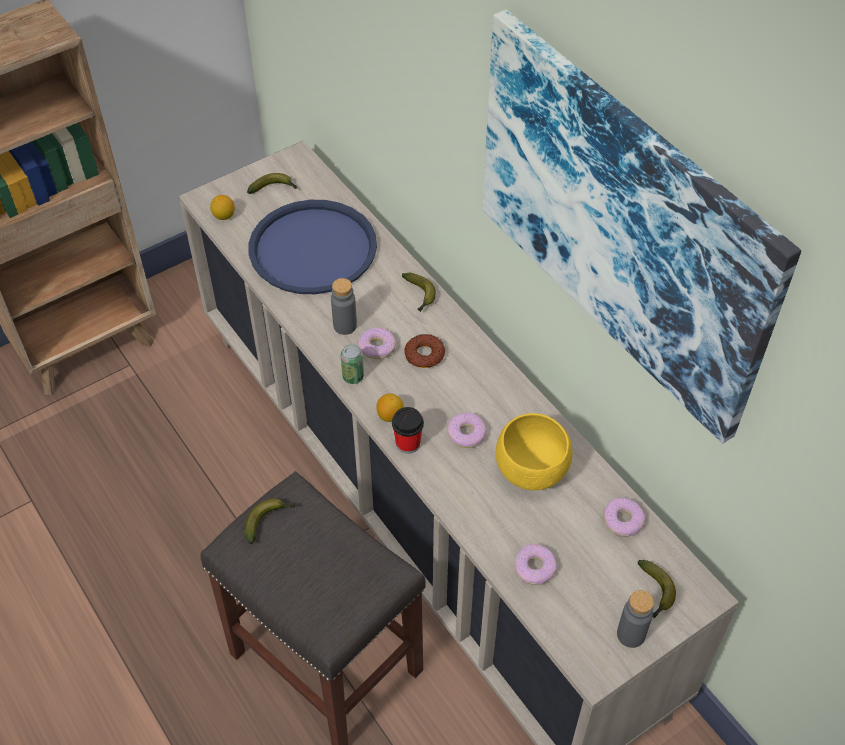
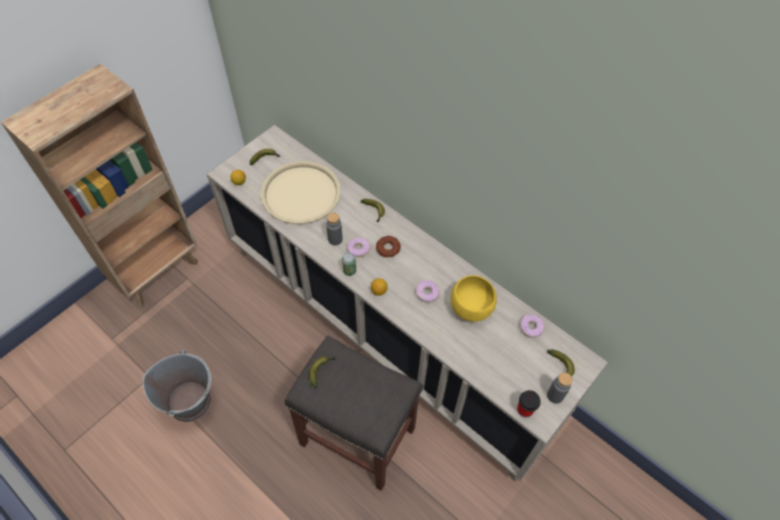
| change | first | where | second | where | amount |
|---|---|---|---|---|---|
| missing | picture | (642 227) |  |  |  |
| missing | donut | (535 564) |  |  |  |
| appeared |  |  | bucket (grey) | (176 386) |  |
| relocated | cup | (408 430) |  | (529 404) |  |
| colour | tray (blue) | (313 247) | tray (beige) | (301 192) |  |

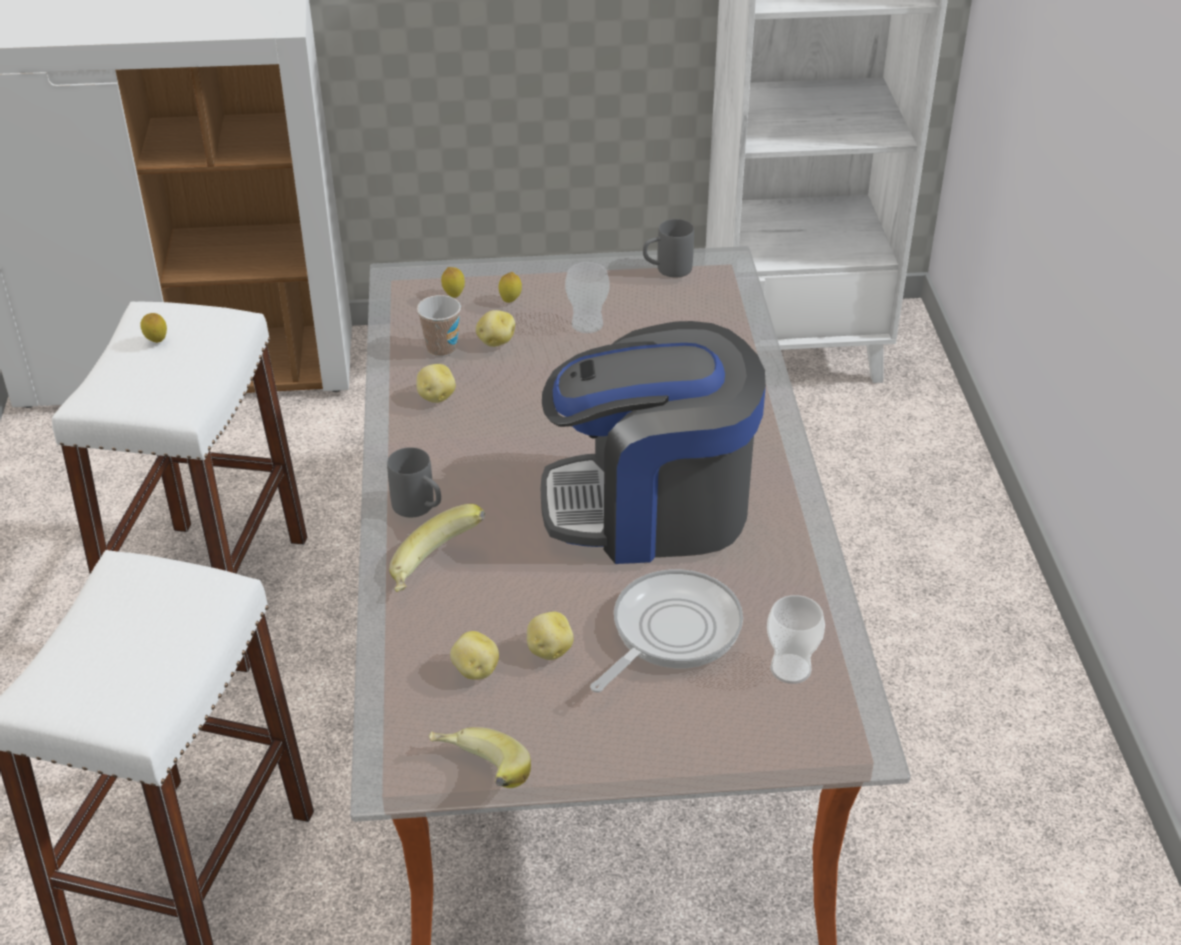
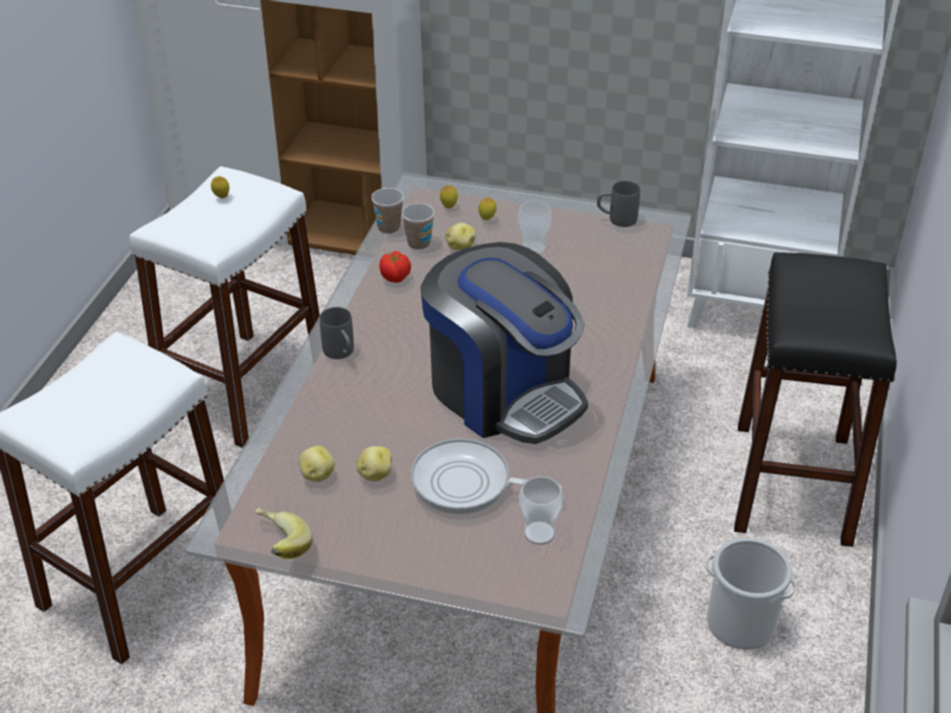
| change | first | where | second | where | amount |
|---|---|---|---|---|---|
| missing | banana | (437 548) |  |  |  |
| appeared |  |  | cup | (387 211) |  |
| appeared |  |  | bucket | (751 593) |  |
| appeared |  |  | stool (black) | (815 399) |  |
| exchanged | potato | (436 383) | tomato | (395 267) |  |
| spun | coffee machine | (653 442) |  | (504 343) | 150 degrees counterclockwise |
| spun | frying pan | (666 631) |  | (486 476) | 135 degrees counterclockwise |

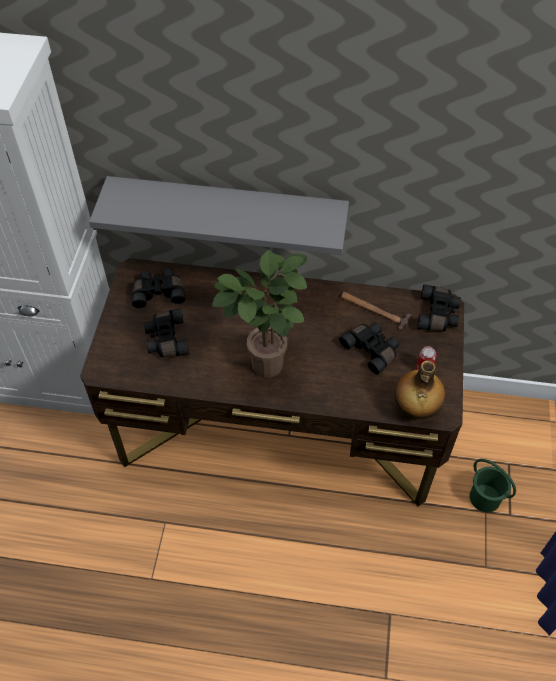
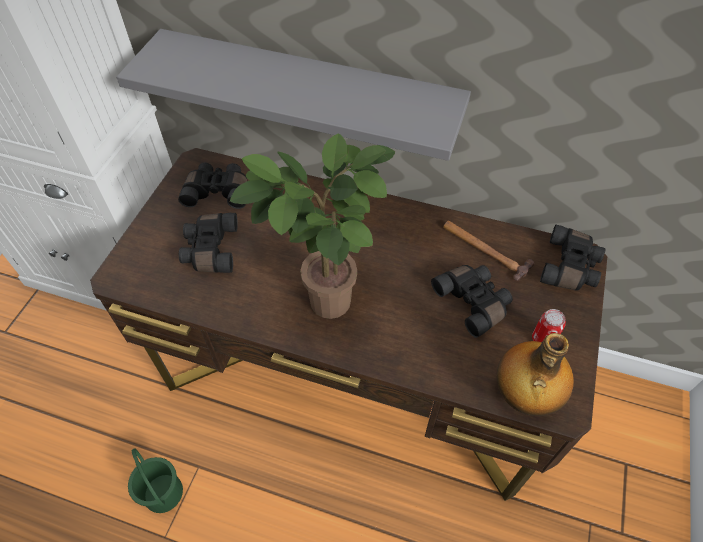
| change | first | where | second | where | amount |
|---|---|---|---|---|---|
| relocated | bucket (green) | (493 485) |  | (155 480) |  |

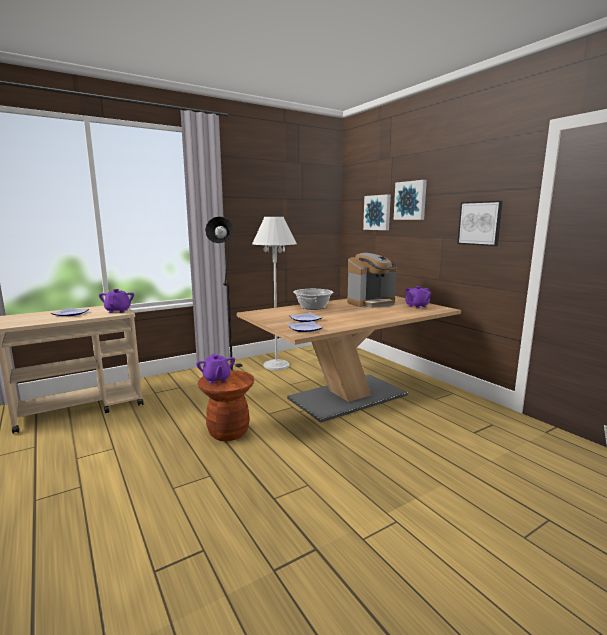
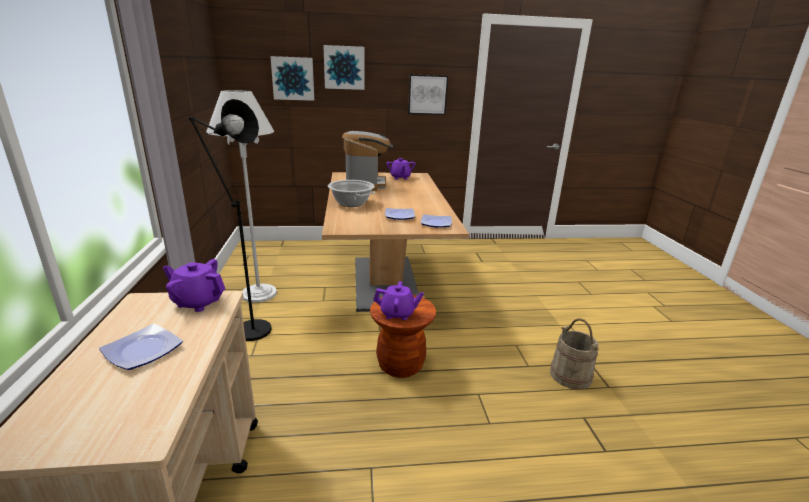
| change | first | where | second | where | amount |
|---|---|---|---|---|---|
| appeared |  |  | bucket (beige) | (574 354) |  |

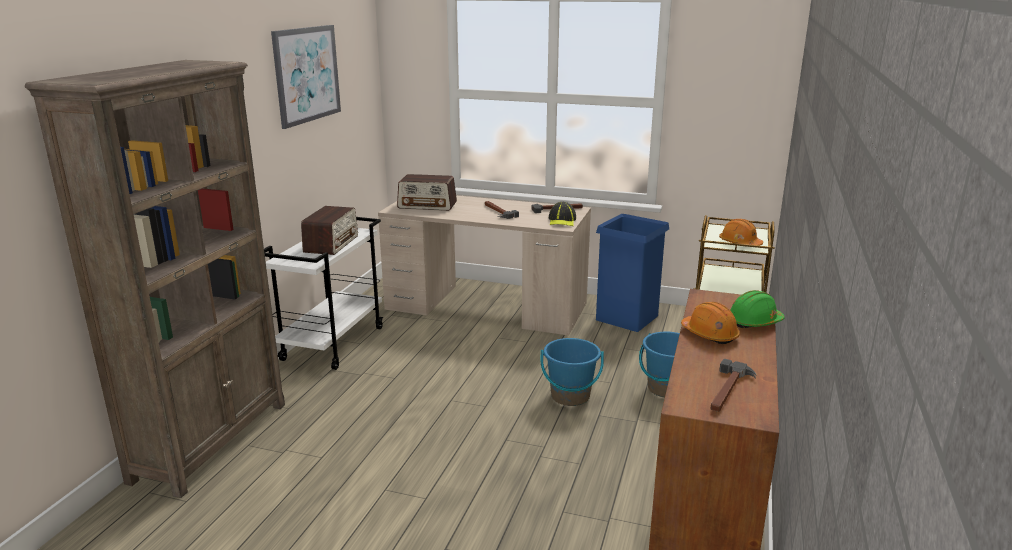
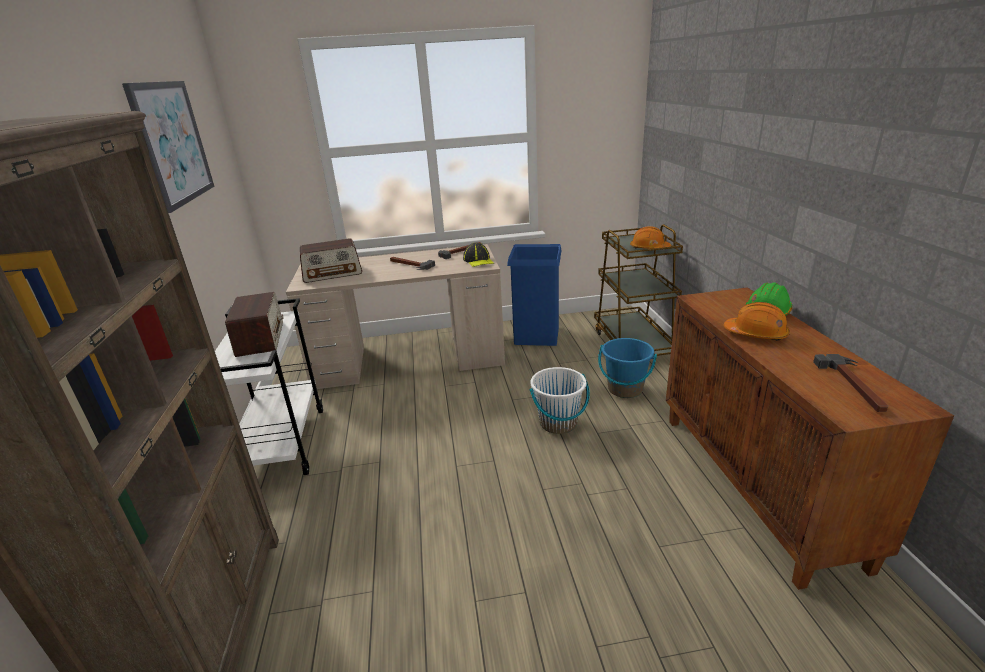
| change | first | where | second | where | amount |
|---|---|---|---|---|---|
| colour | bucket (blue) | (572 372) | bucket (white) | (560 400) |  |

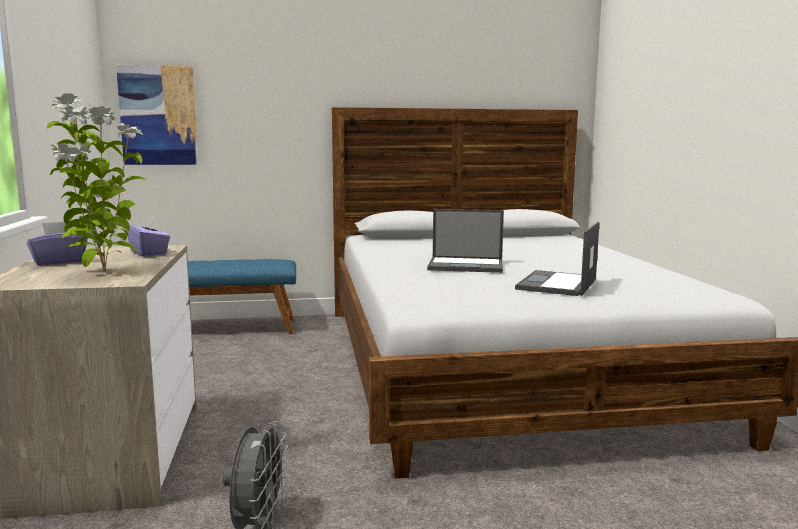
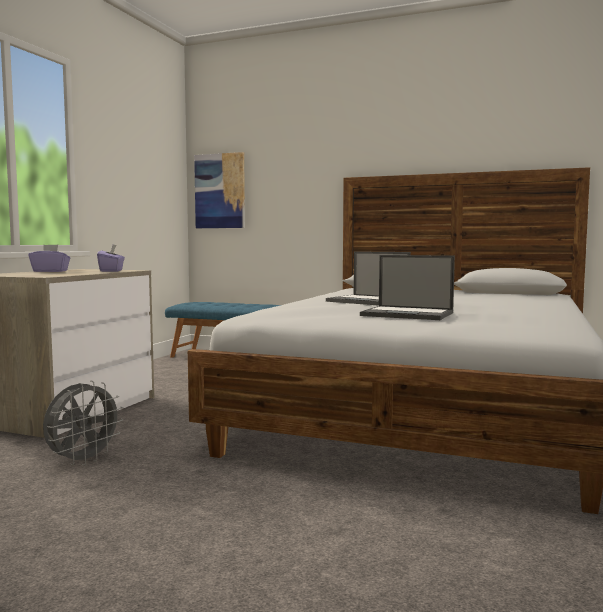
| change | first | where | second | where | amount |
|---|---|---|---|---|---|
| missing | potted plant | (96 182) |  |  |  |
| spun | laptop | (557 259) |  | (407 287) | 120 degrees counterclockwise |

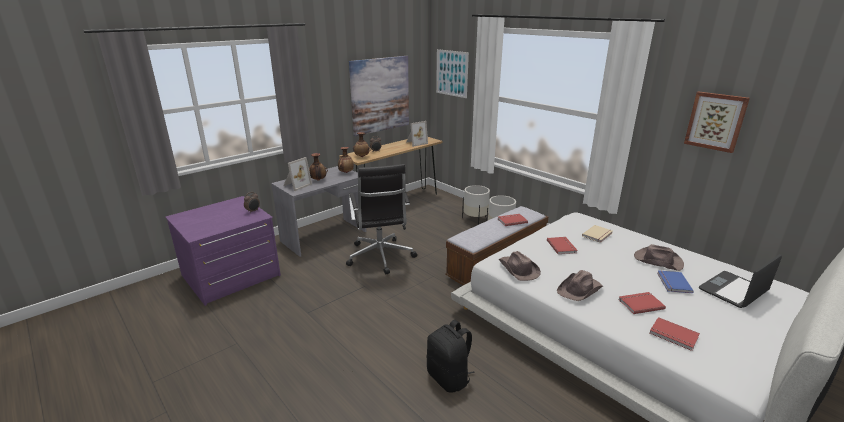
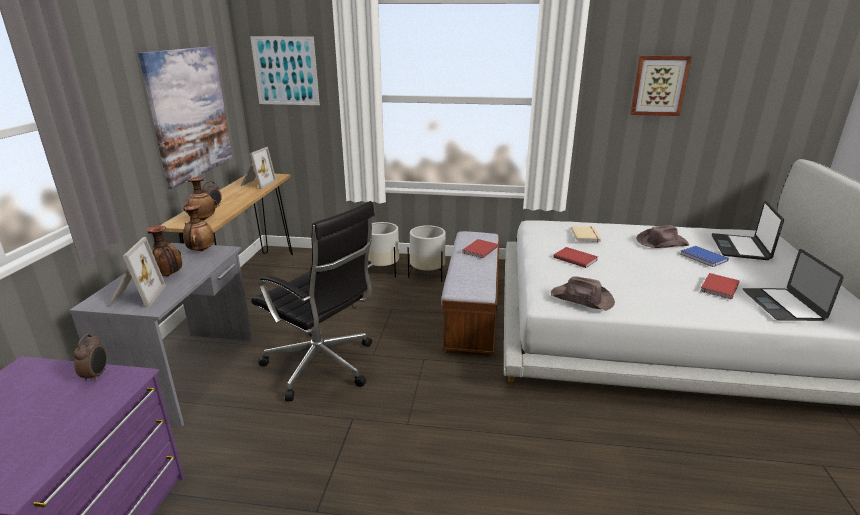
| change | first | where | second | where | amount |
|---|---|---|---|---|---|
| missing | backpack (black) | (451 356) |  |  |  |
| missing | hat (brown) | (580 285) |  |  |  |
| exchanged | book (red) | (675 334) | laptop | (793 285) |  |

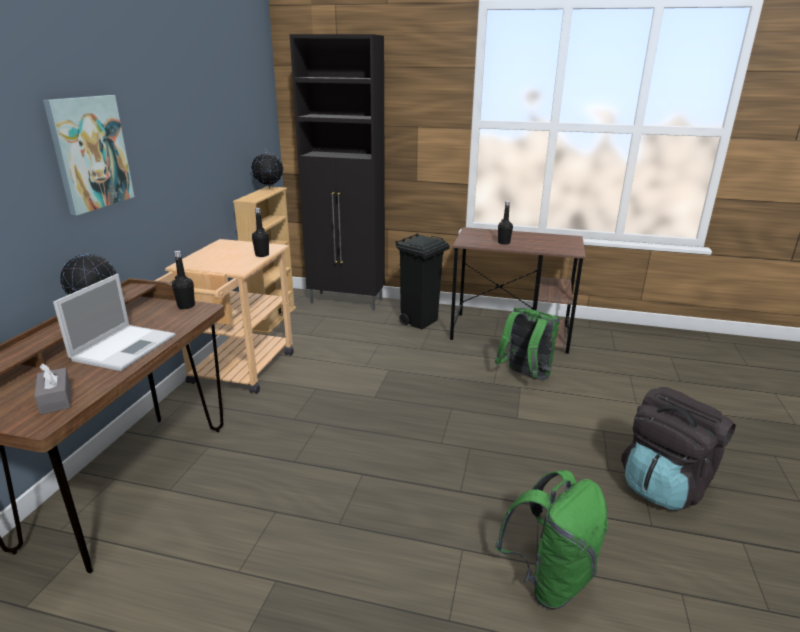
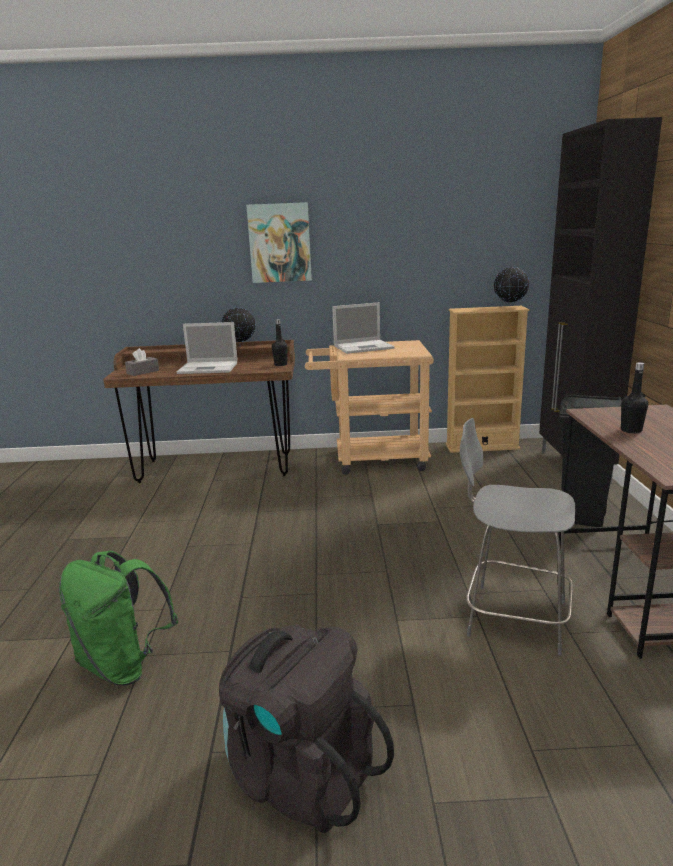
| change | first | where | second | where | amount |
|---|---|---|---|---|---|
| missing | bottle (black) | (260 232) |  |  |  |
| appeared |  |  | laptop | (363 328) |  |
| exchanged | backpack (green) | (527 344) | chair (grey) | (517 536) |  |

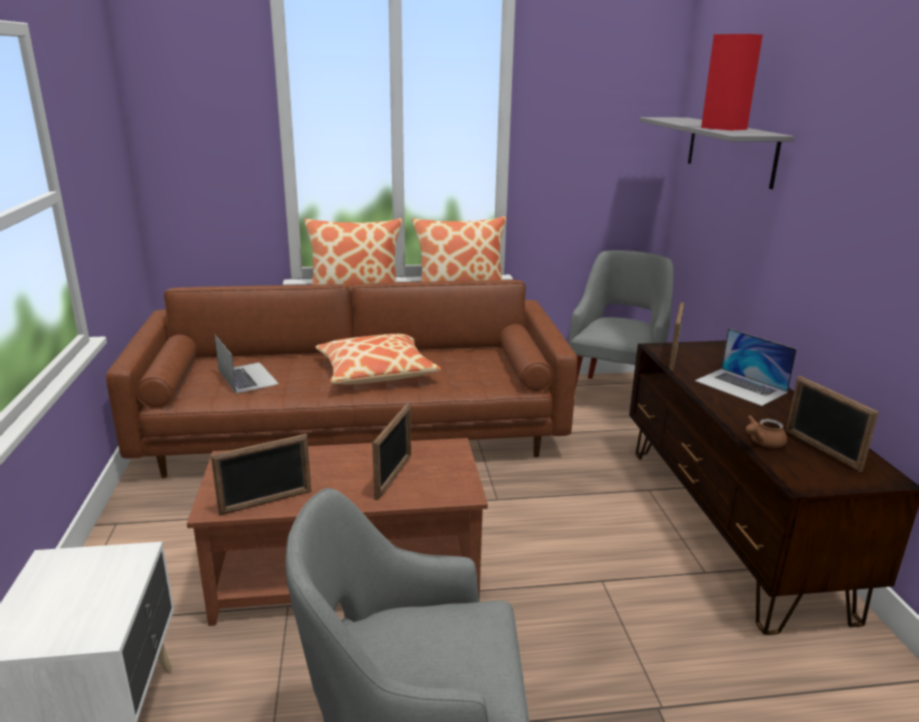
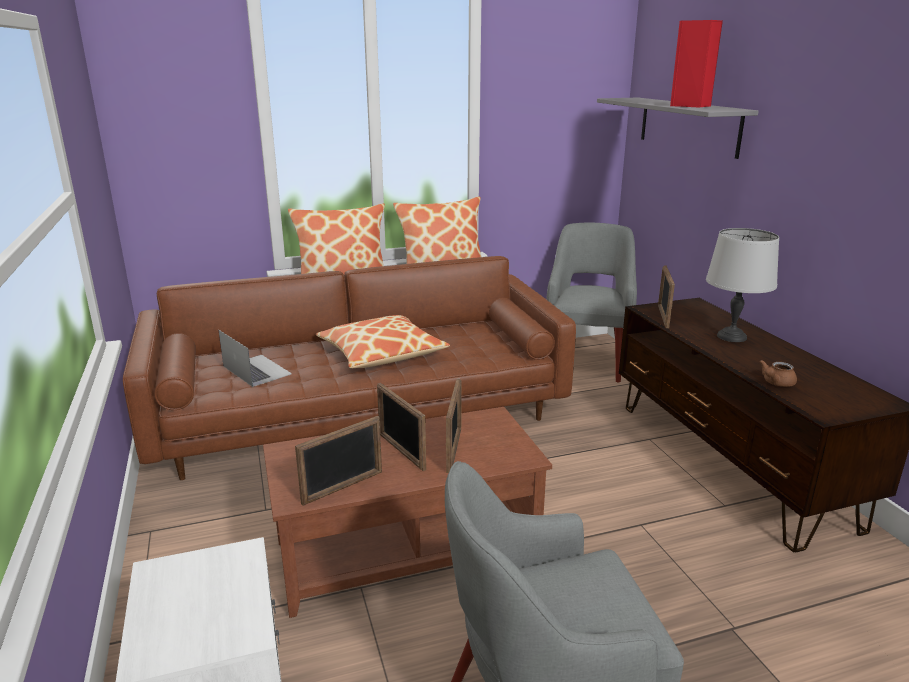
| change | first | where | second | where | amount |
|---|---|---|---|---|---|
| relocated | picture frame | (832 424) |  | (401 427) |  |
| exchanged | laptop | (746 367) | table lamp (grey) | (742 285) |  |

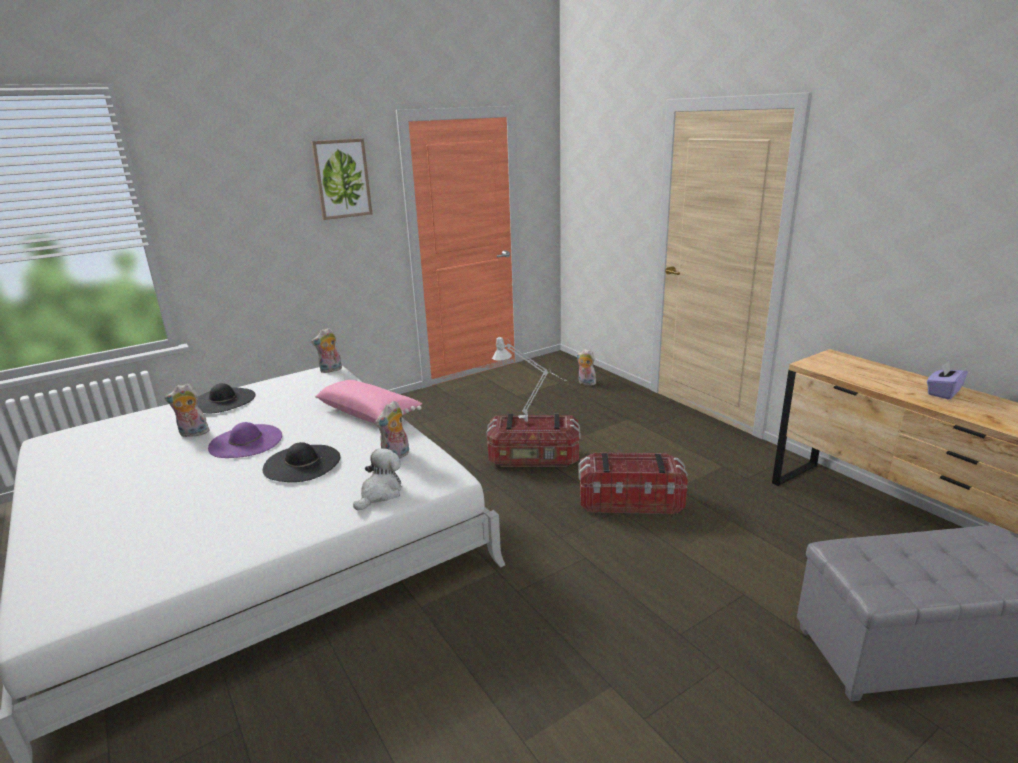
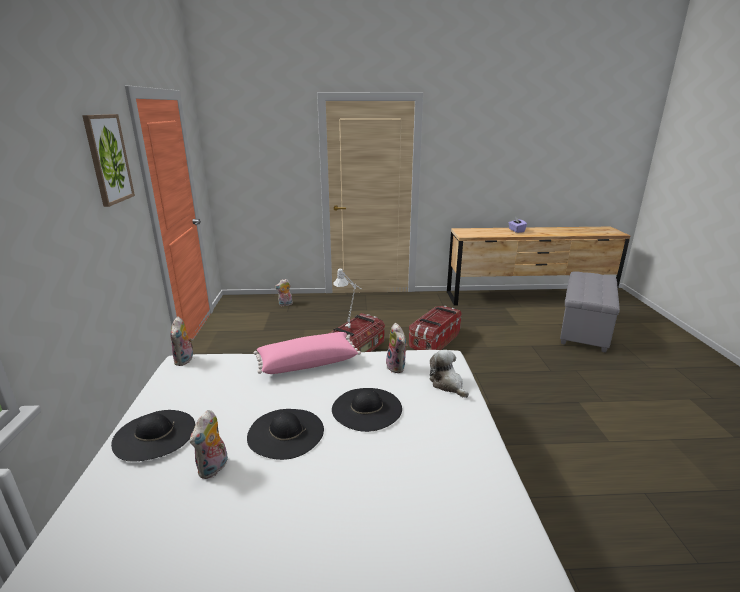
| change | first | where | second | where | amount |
|---|---|---|---|---|---|
| colour | hat (purple) | (245 440) | hat (black) | (285 434) |  |

